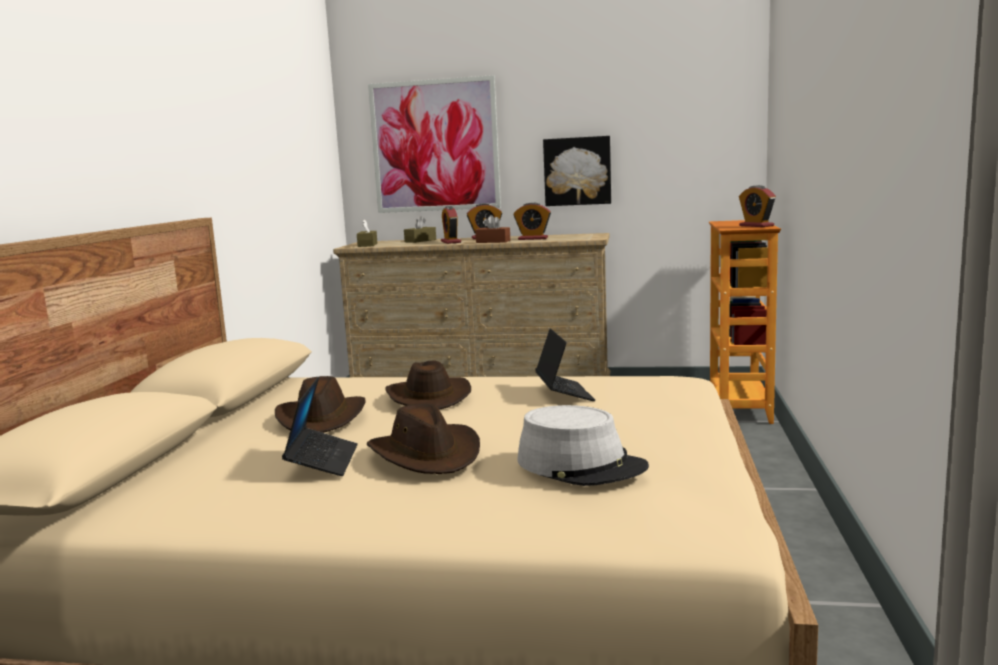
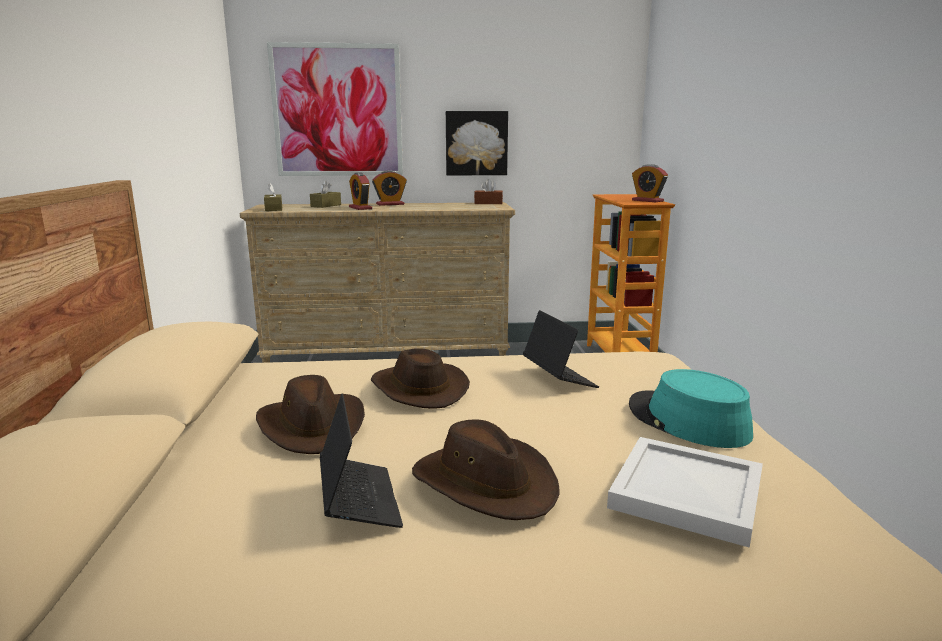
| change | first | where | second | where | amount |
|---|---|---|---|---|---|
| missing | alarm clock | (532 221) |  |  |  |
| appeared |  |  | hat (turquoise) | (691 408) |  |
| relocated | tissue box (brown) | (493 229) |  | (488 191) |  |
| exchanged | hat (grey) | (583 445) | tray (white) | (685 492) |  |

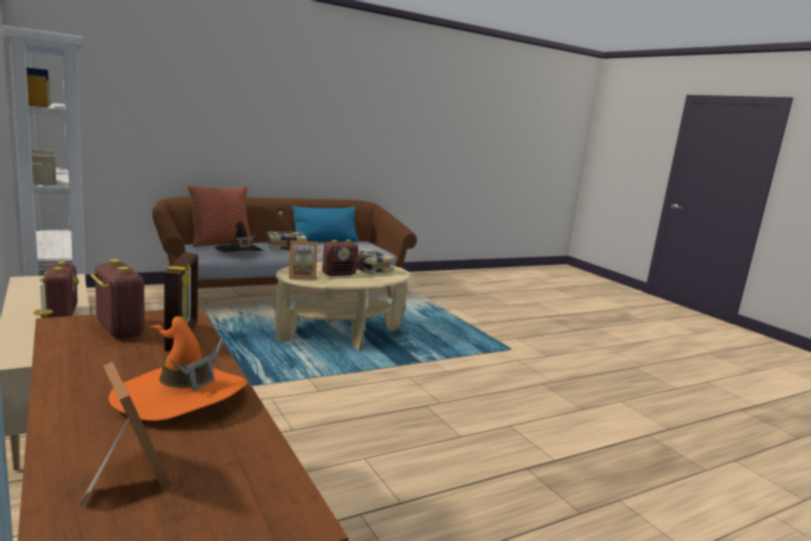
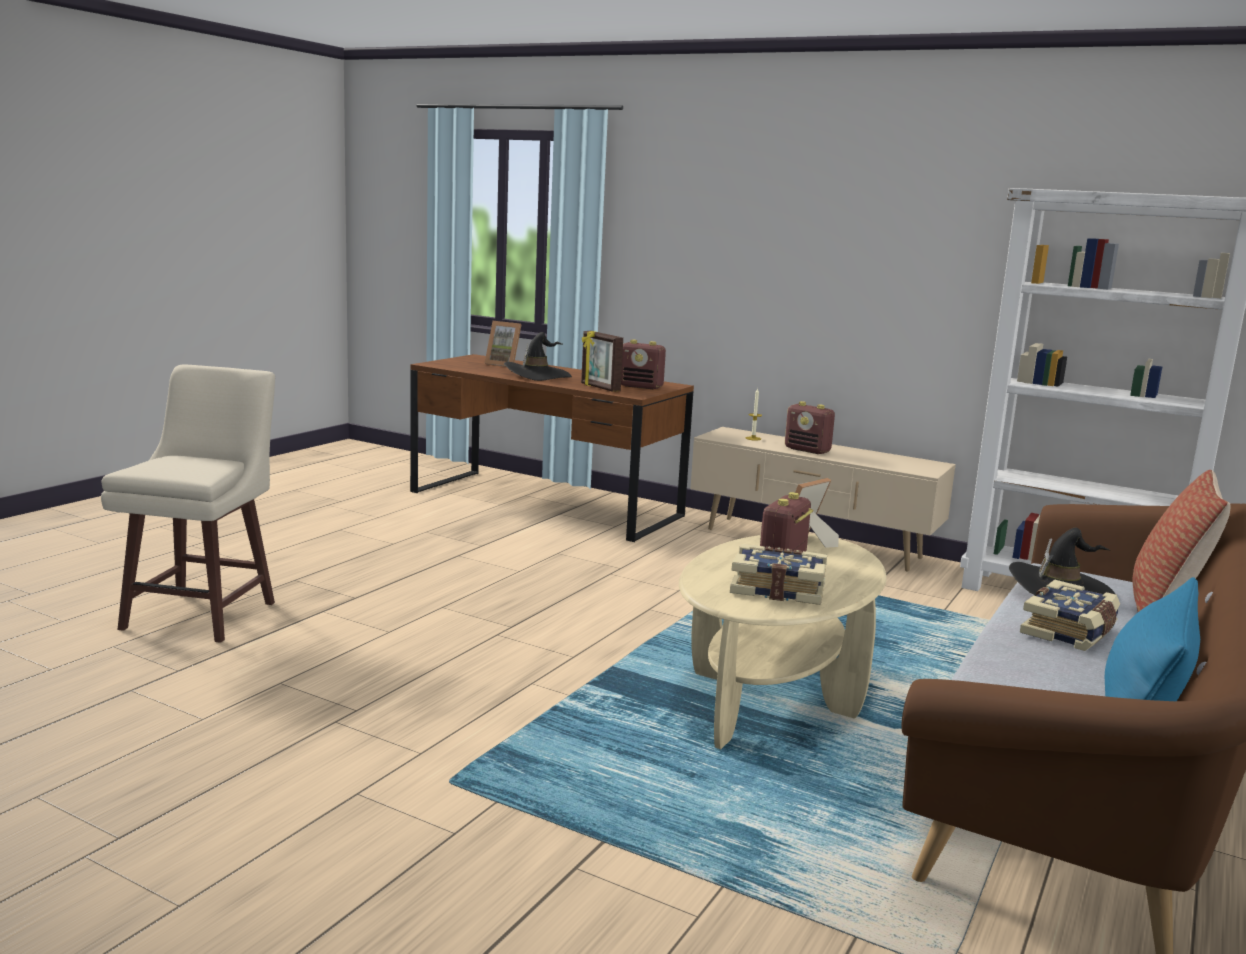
| change | first | where | second | where | amount |
|---|---|---|---|---|---|
| appeared |  |  | stool (beige) | (188 503) |  |
| colour | hat (orange) | (178 368) | hat (black) | (538 356) |  |

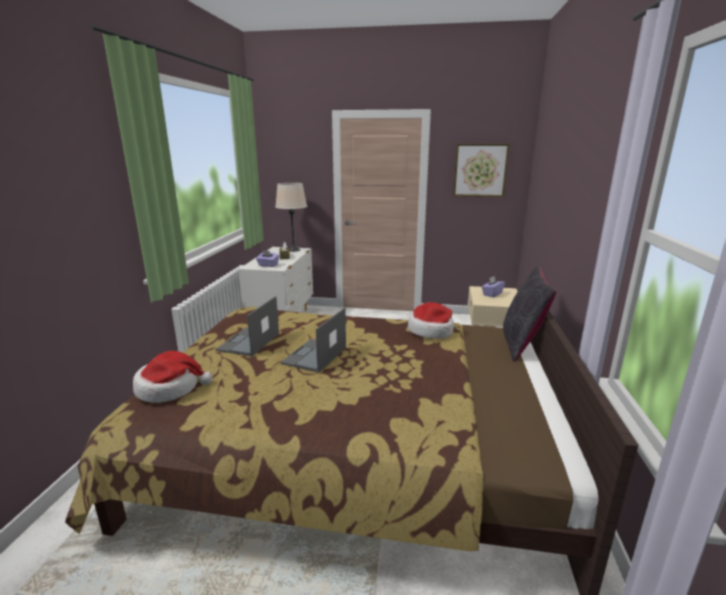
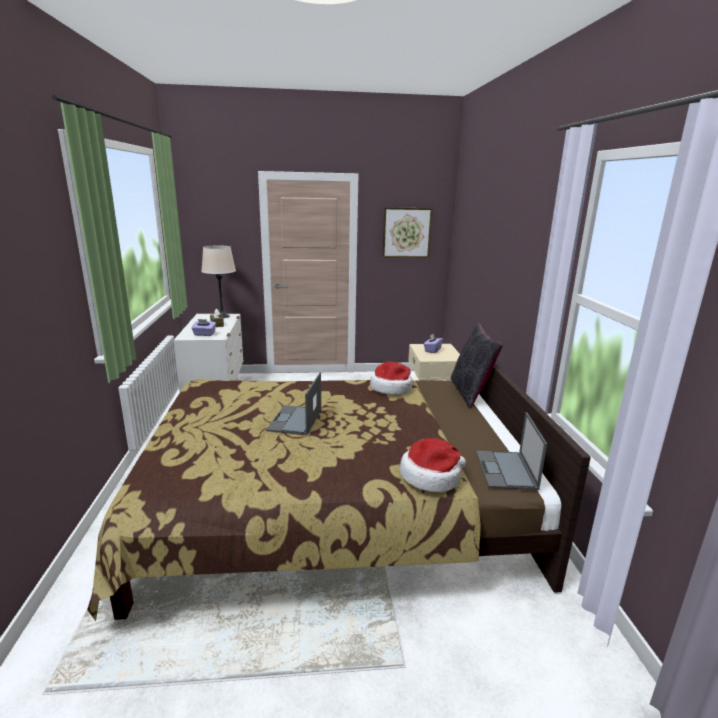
| change | first | where | second | where | amount |
|---|---|---|---|---|---|
| relocated | hat | (173 377) |  | (433 465) |  |
| relocated | laptop | (247 326) |  | (511 451) |  |

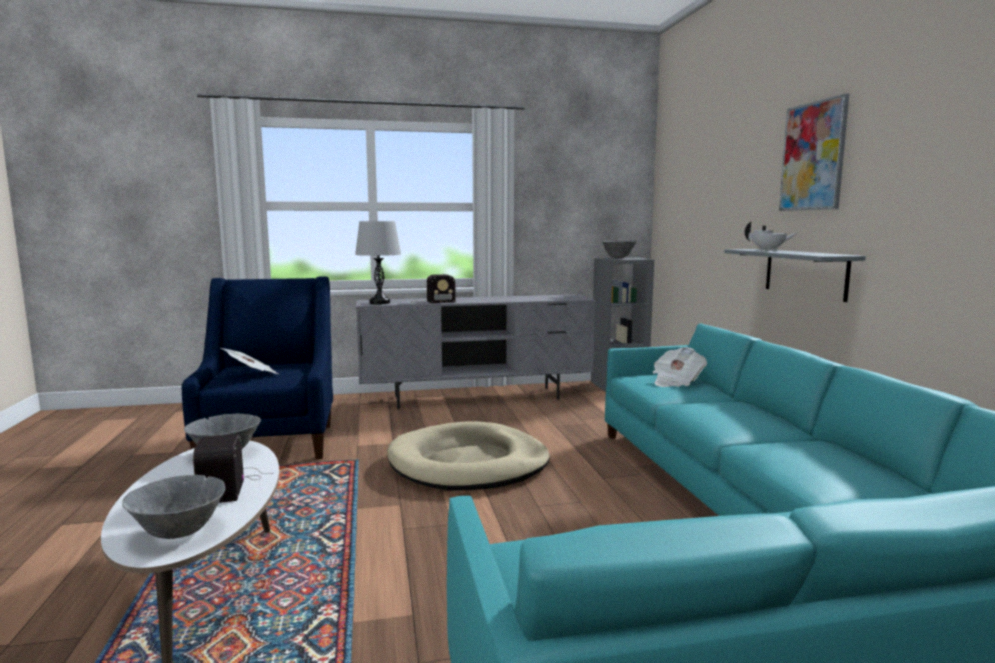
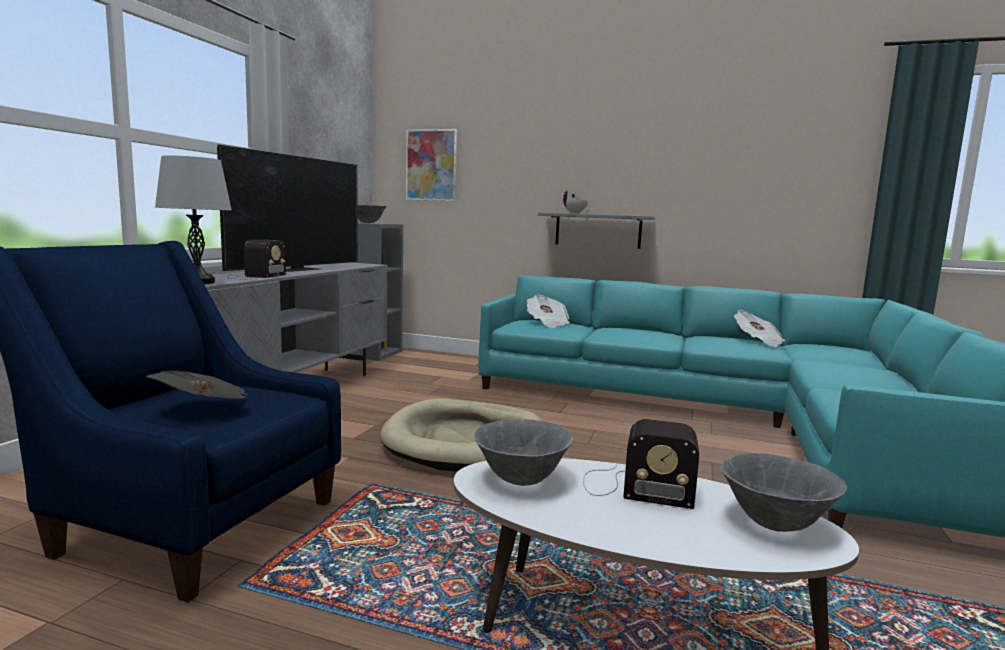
| change | first | where | second | where | amount |
|---|---|---|---|---|---|
| appeared |  |  | television | (287 208) |  |
| appeared |  |  | newspaper | (759 328) |  |
| relocated | picture | (814 152) |  | (431 165) |  |

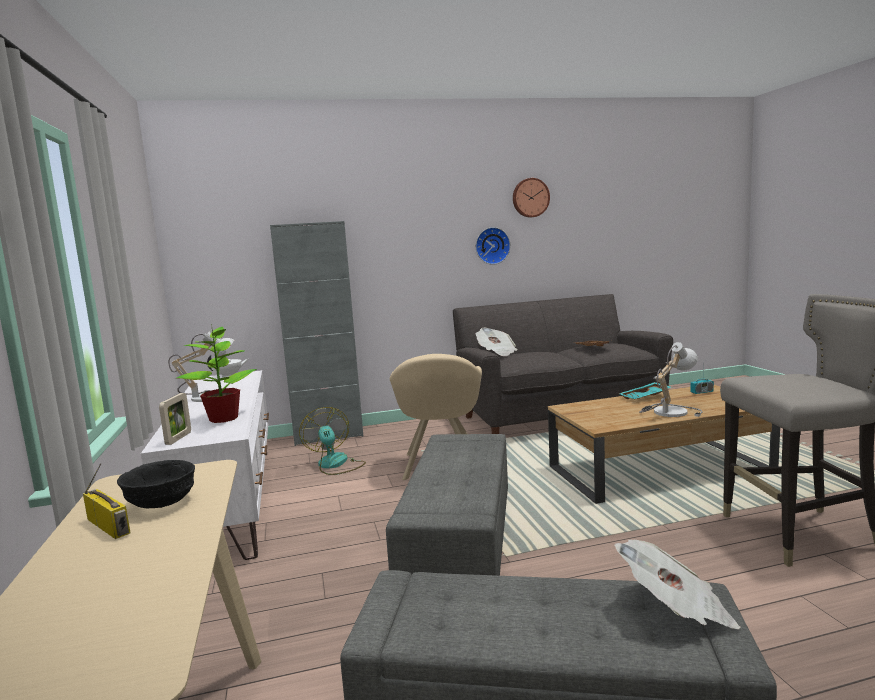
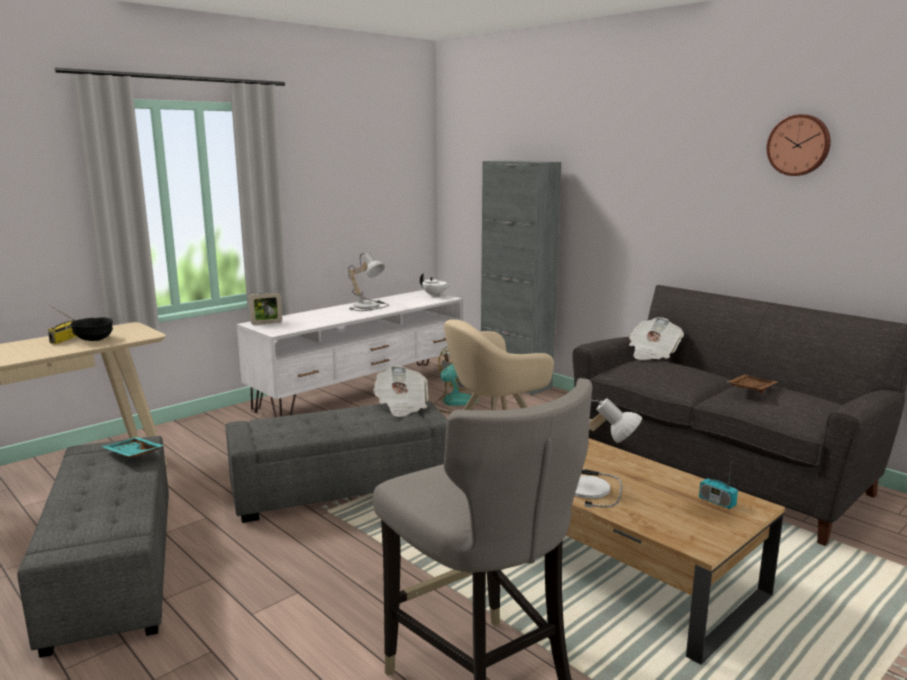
| change | first | where | second | where | amount |
|---|---|---|---|---|---|
| missing | potted plant | (217 373) |  |  |  |
| missing | wall clock | (493 246) |  |  |  |
| relocated | newspaper | (677 584) |  | (400 391) |  |
| relocated | tray (turquoise) | (645 390) |  | (133 447) |  |

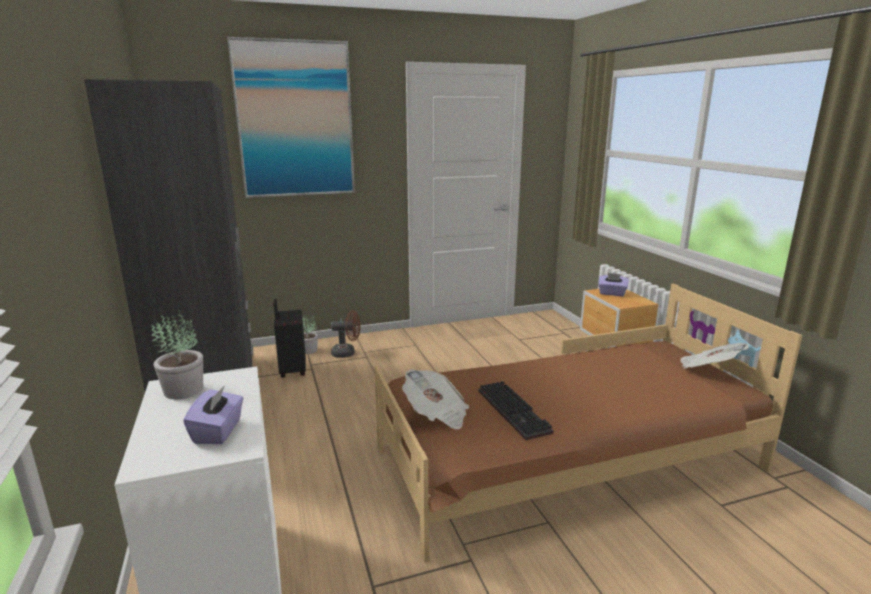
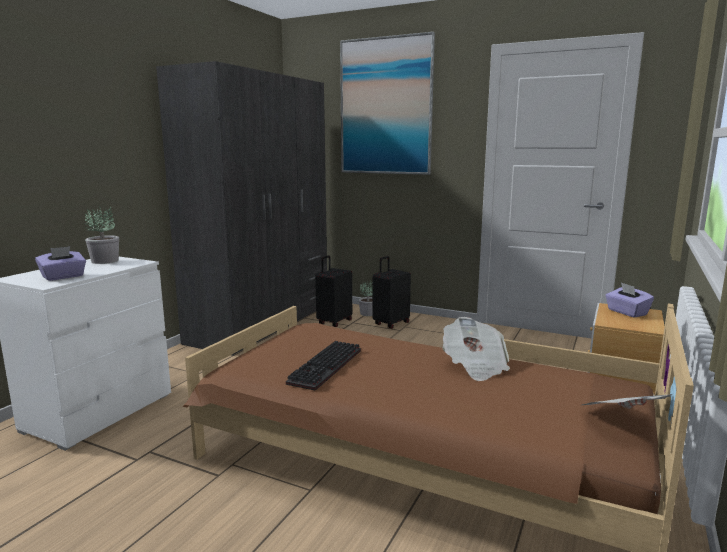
| change | first | where | second | where | amount |
|---|---|---|---|---|---|
| relocated | newspaper | (435 399) |  | (476 349) |  |
| exchanged | fan (brown) | (346 334) | suitcase (black) | (391 292) |  |

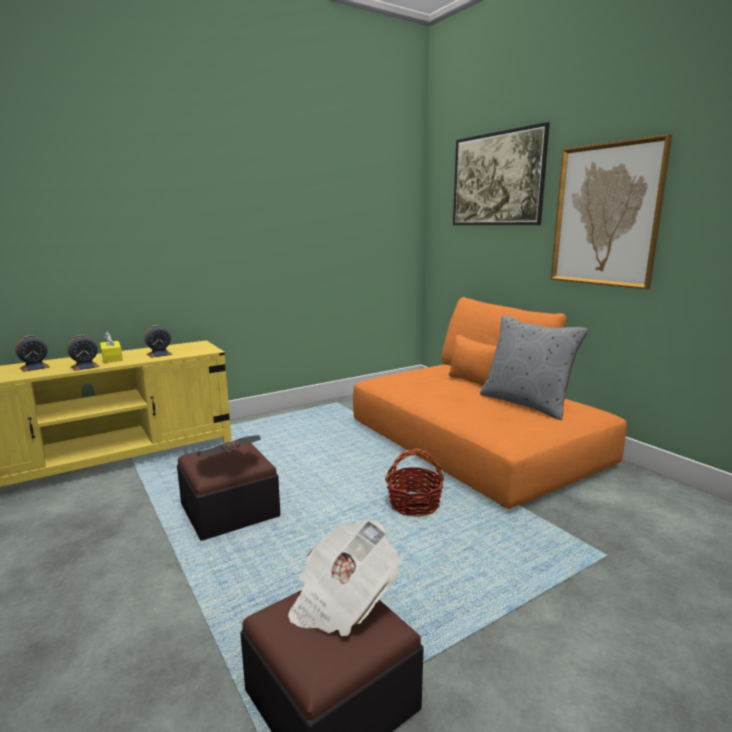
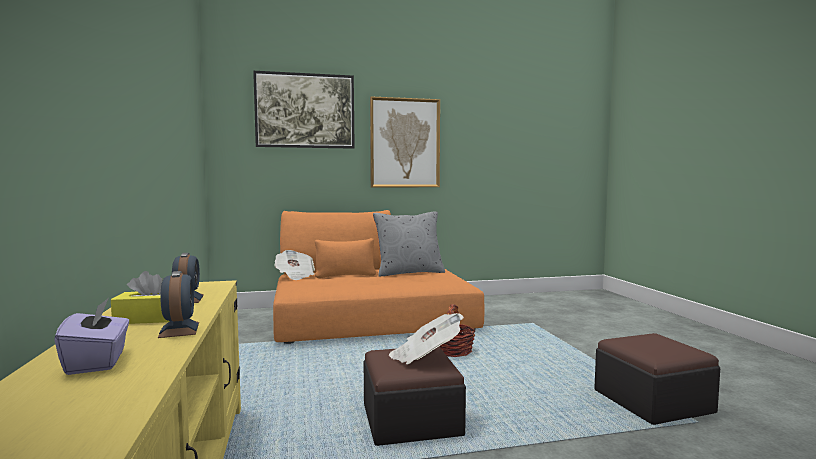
| change | first | where | second | where | amount |
|---|---|---|---|---|---|
| relocated | newspaper | (343 578) |  | (294 265) |  |
| exchanged | alarm clock | (32 353) | tissue box (purple) | (91 337) |  |

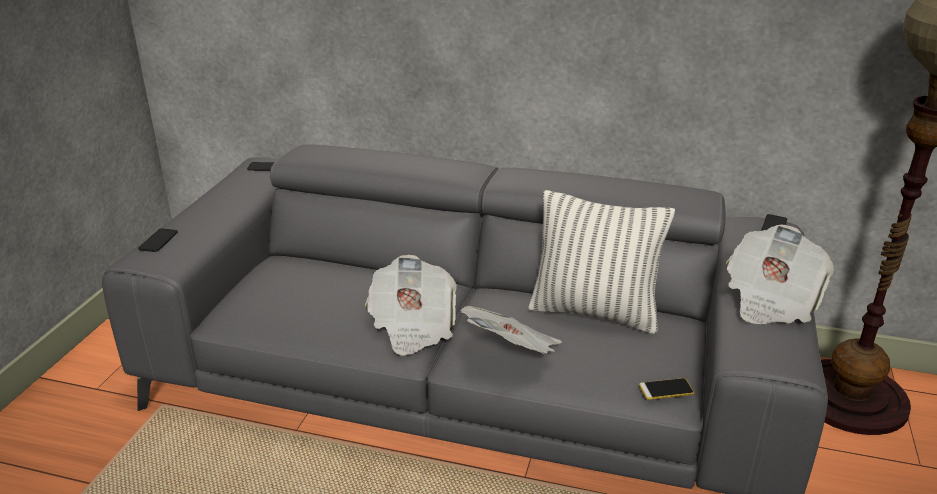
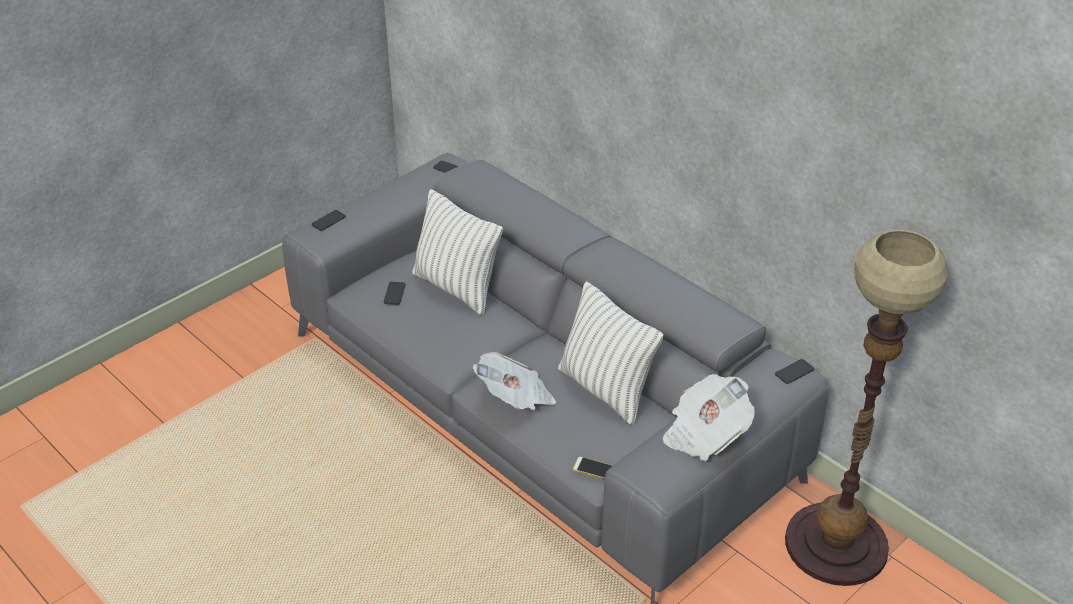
| change | first | where | second | where | amount |
|---|---|---|---|---|---|
| missing | newspaper | (411 305) |  |  |  |
| appeared |  |  | phone | (394 293) |  |
| appeared |  |  | pillow | (457 252) |  |

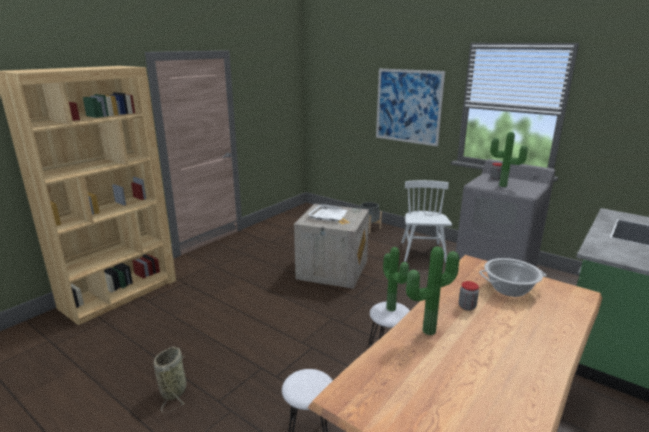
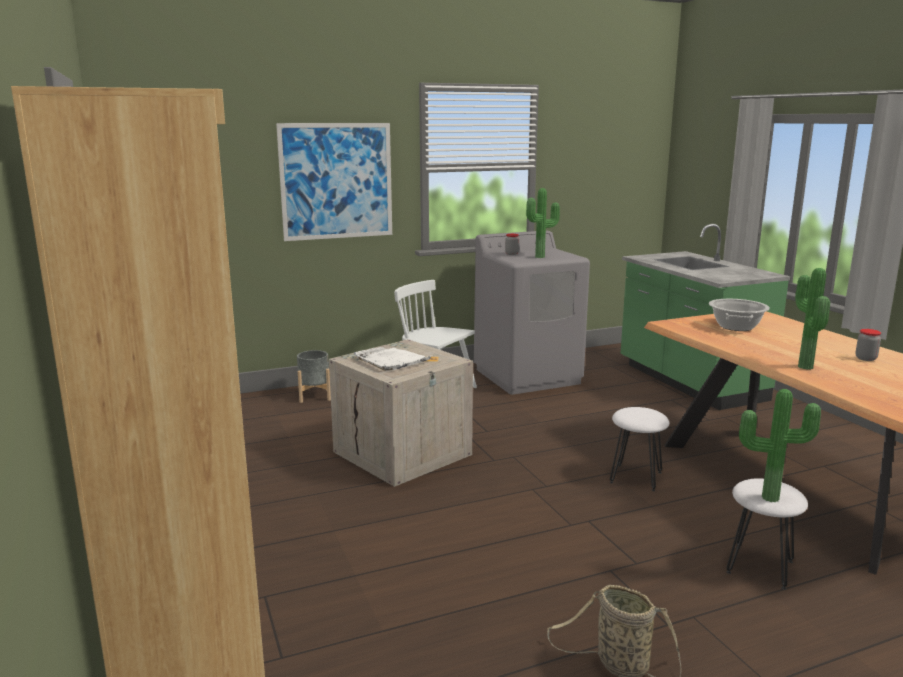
| change | first | where | second | where | amount |
|---|---|---|---|---|---|
| relocated | potted plant | (396 279) |  | (780 445) |  |
| relocated | jar | (469 296) |  | (868 345) |  |

